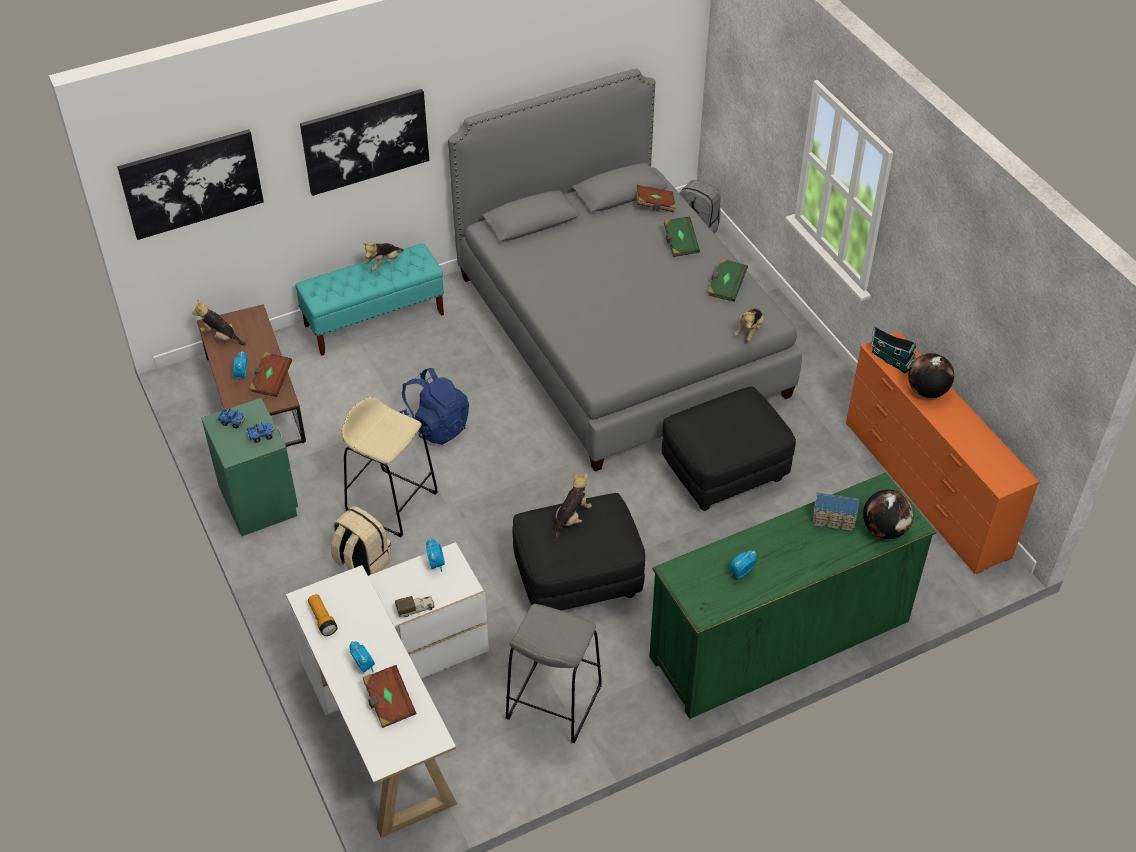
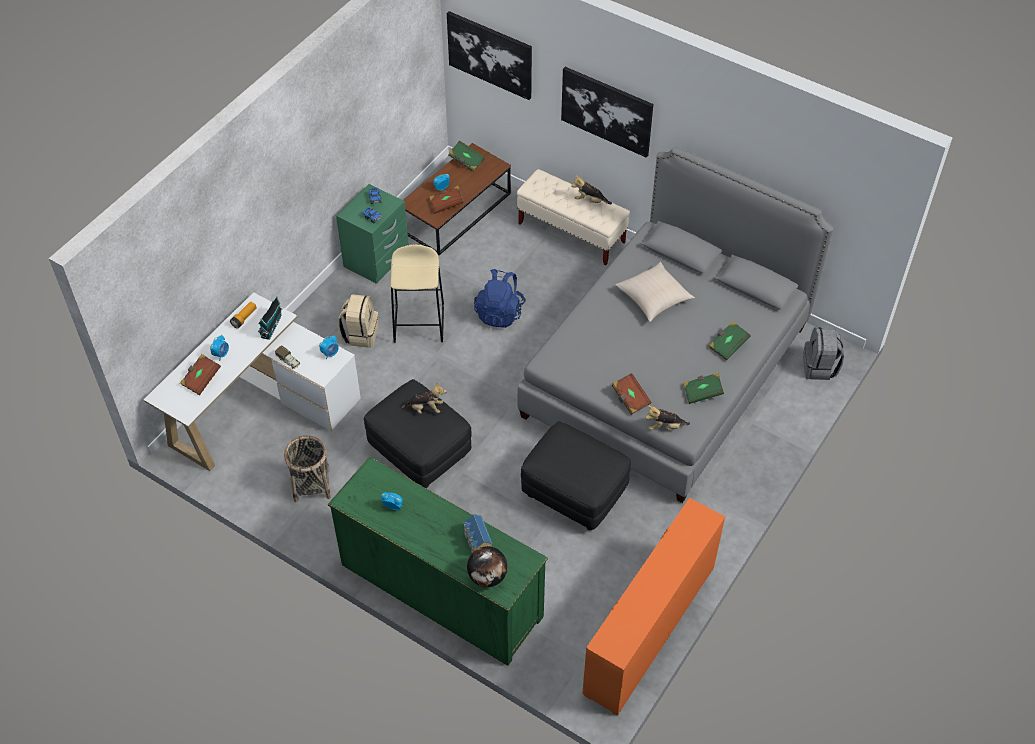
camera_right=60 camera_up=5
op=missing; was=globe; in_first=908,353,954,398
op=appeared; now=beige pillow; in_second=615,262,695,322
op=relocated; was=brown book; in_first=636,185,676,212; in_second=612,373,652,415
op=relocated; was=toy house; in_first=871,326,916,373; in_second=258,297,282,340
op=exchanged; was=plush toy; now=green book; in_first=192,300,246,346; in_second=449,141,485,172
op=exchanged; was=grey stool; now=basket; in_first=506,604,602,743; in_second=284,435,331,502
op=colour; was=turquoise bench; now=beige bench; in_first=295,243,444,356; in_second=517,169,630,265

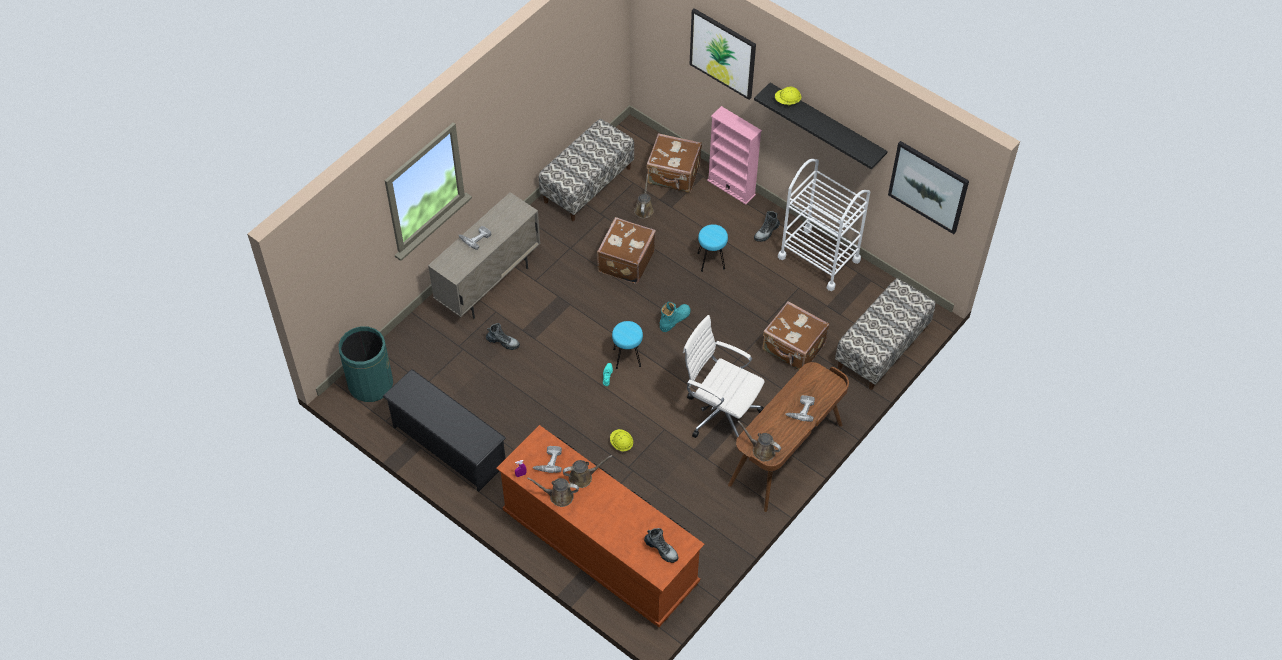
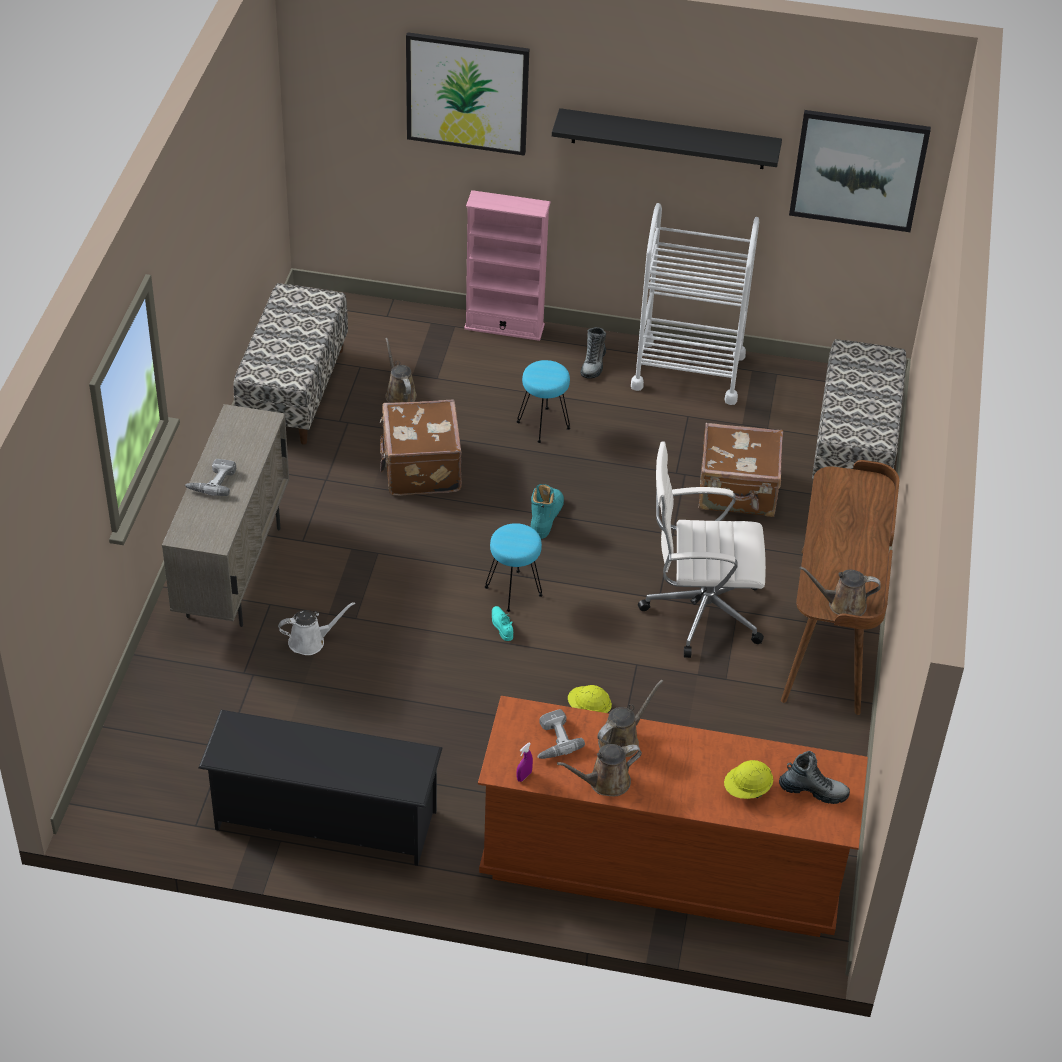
camera_right=-30 camera_up=-10
op=missing; was=green trash can; in_first=338,326,393,402
op=missing; was=brown suitcase; in_first=646,133,702,193
op=missing; was=power drill; in_first=786,395,815,422
op=relocated; was=yellow hard hat; in_first=775,87,802,106; in_second=724,760,773,799
op=exchanged; was=boot; now=white watering can; in_first=486,323,520,350; in_second=278,602,355,655

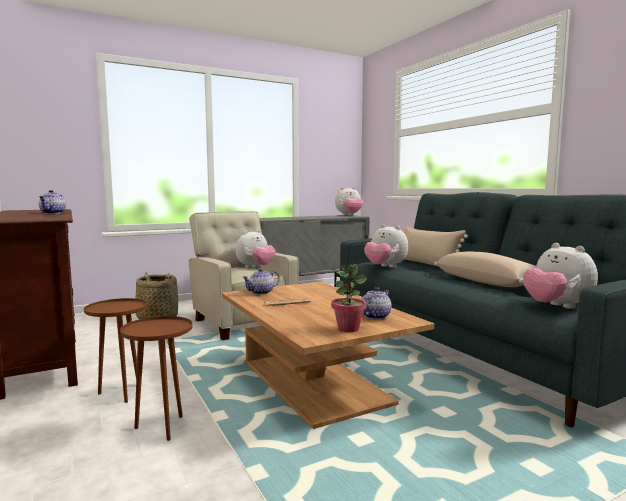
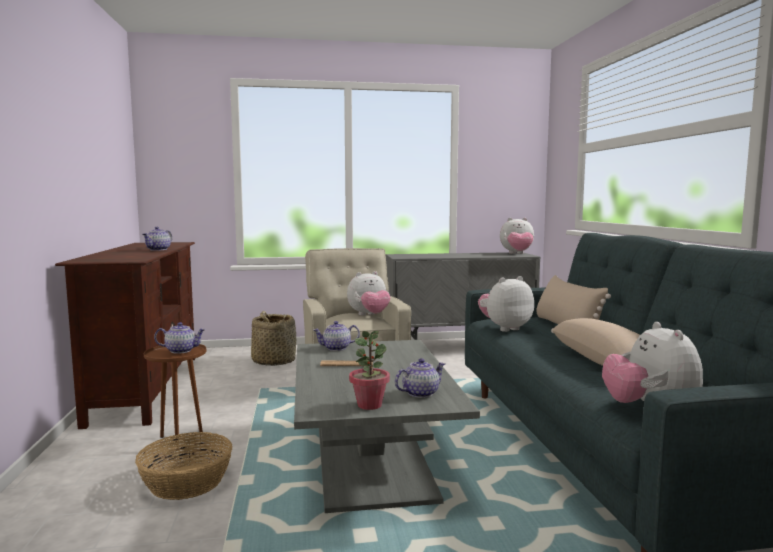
camera_right=20 camera_up=0
op=appeared; now=teapot; in_second=154,322,206,354
op=exchanged; was=brown side table; now=basket; in_first=120,316,193,441; in_second=135,432,233,500
op=colour; was=brown coffee table; now=grey coffee table; in_first=222,281,434,429; in_second=294,340,480,513
op=spun; was=plush toy; in_first=364,225,408,268; in_second=478,276,534,332; clockwise=90

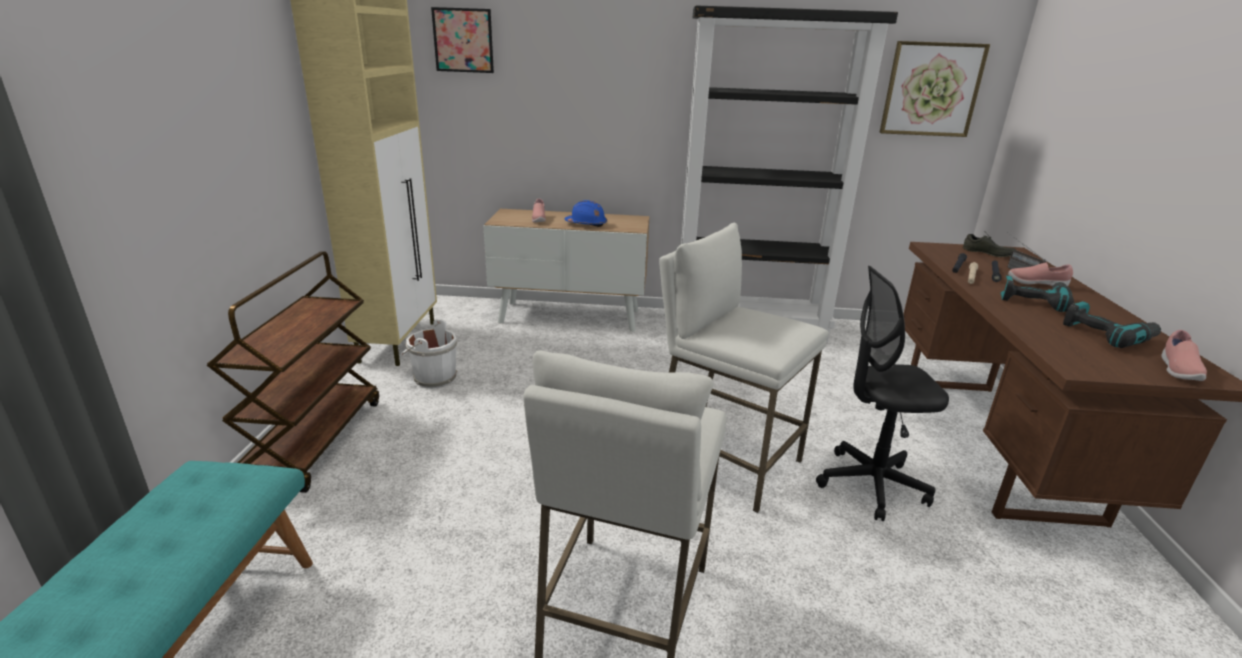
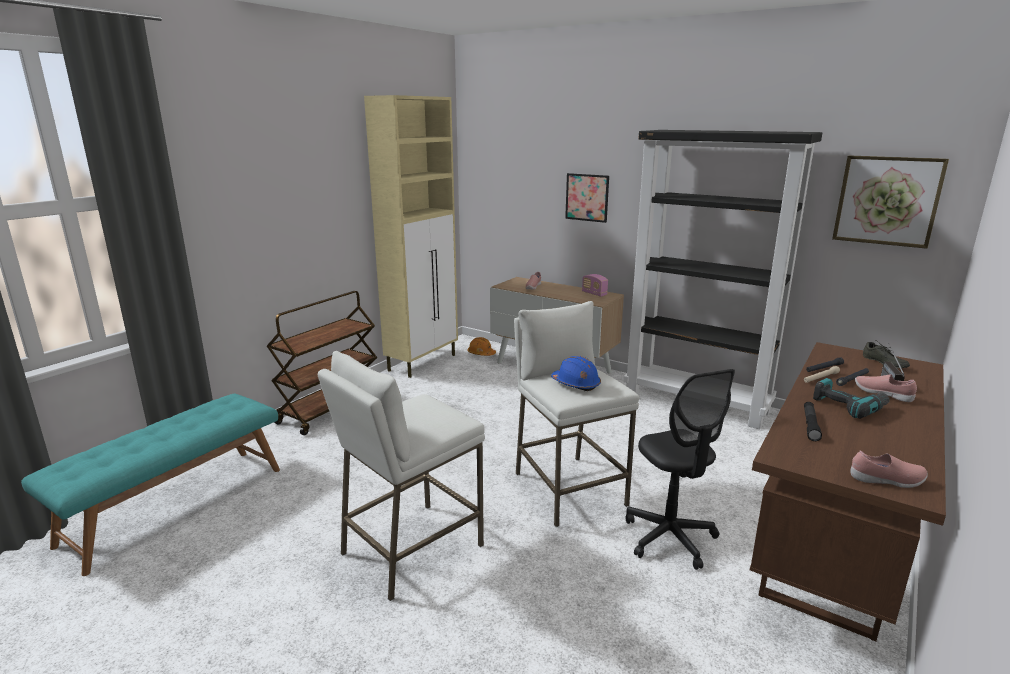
camera_right=30 camera_up=-5
op=missing; was=white bucket; in_first=401,319,458,388
op=missing; was=power drill; in_first=1063,301,1161,348
op=appeared; now=orange hard hat; in_second=467,337,496,356
op=appeared; now=radio; in_second=582,274,608,297
op=appeared; now=black flashlight; in_second=804,402,822,441
op=relocated; was=picture; in_first=431,7,494,73; in_second=565,173,609,223
op=relocated; was=blue hard hat; in_first=565,200,607,227; in_second=551,356,601,391
op=spun; was=black office chair; in_first=816,266,949,521; in_second=626,369,735,570; clockwise=-135
op=spun; was=pink shoe; in_first=1161,330,1207,381; in_second=850,450,928,488; clockwise=-135

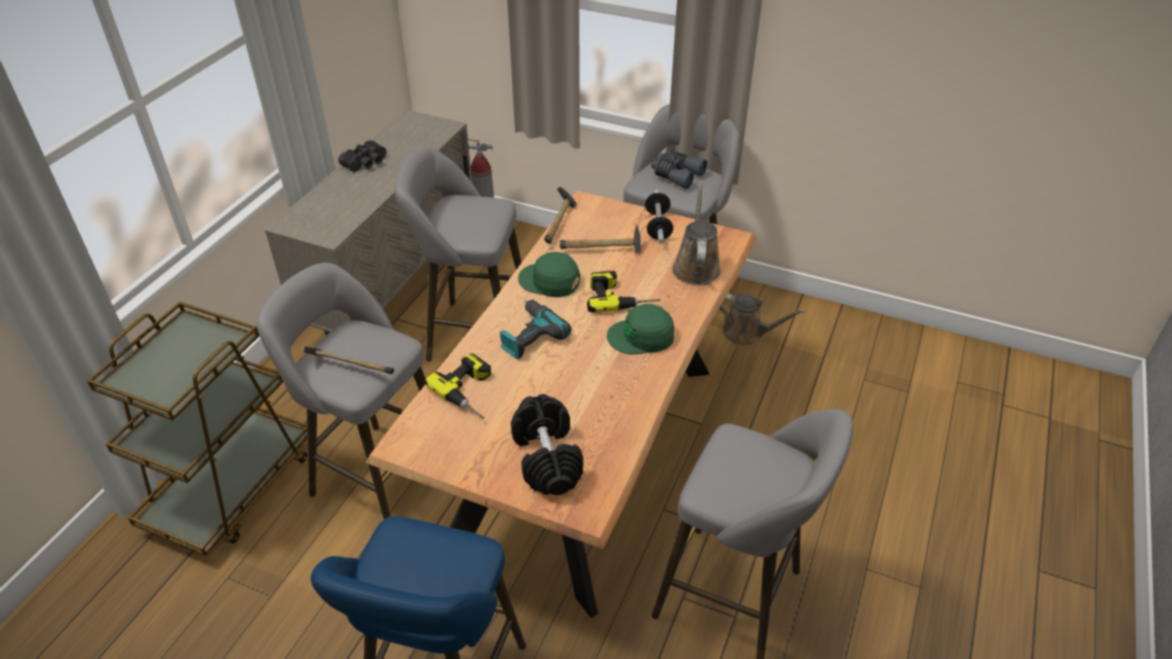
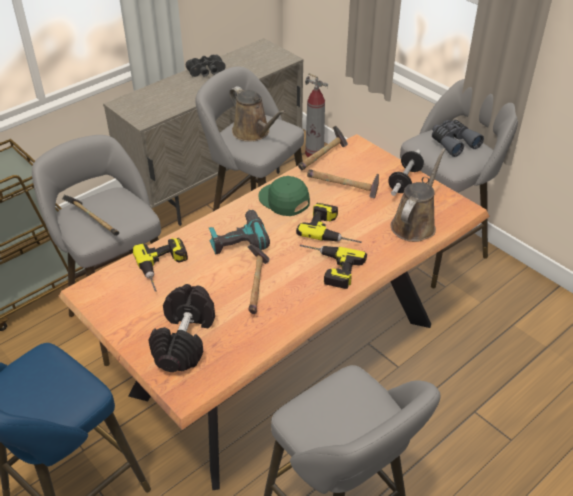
camera_right=25 camera_up=0
op=appeared; now=hammer; in_second=247,244,269,314
op=relocated; was=brown watering can; in_first=719,294,806,346; in_second=230,86,285,142
op=exchanged; was=green cap; now=power drill; in_first=607,304,674,355; in_second=300,245,367,289

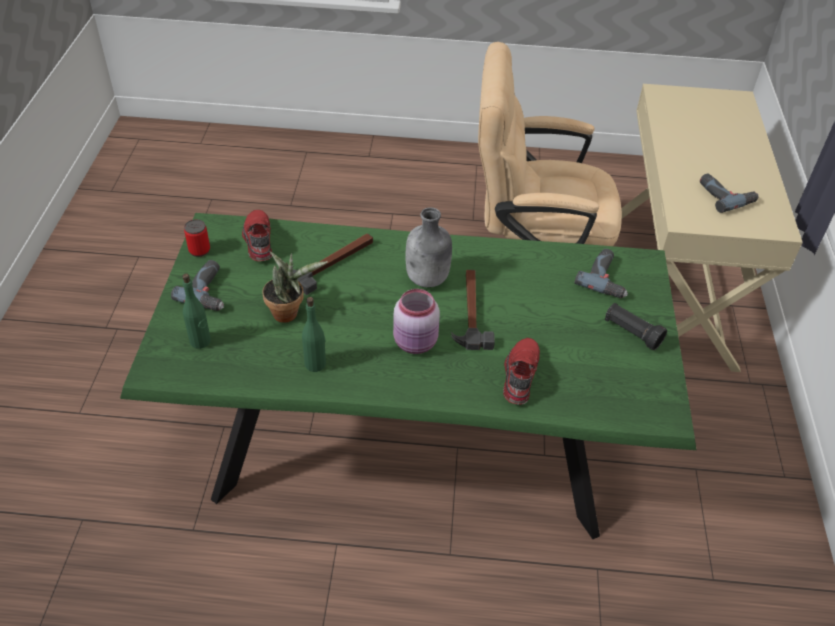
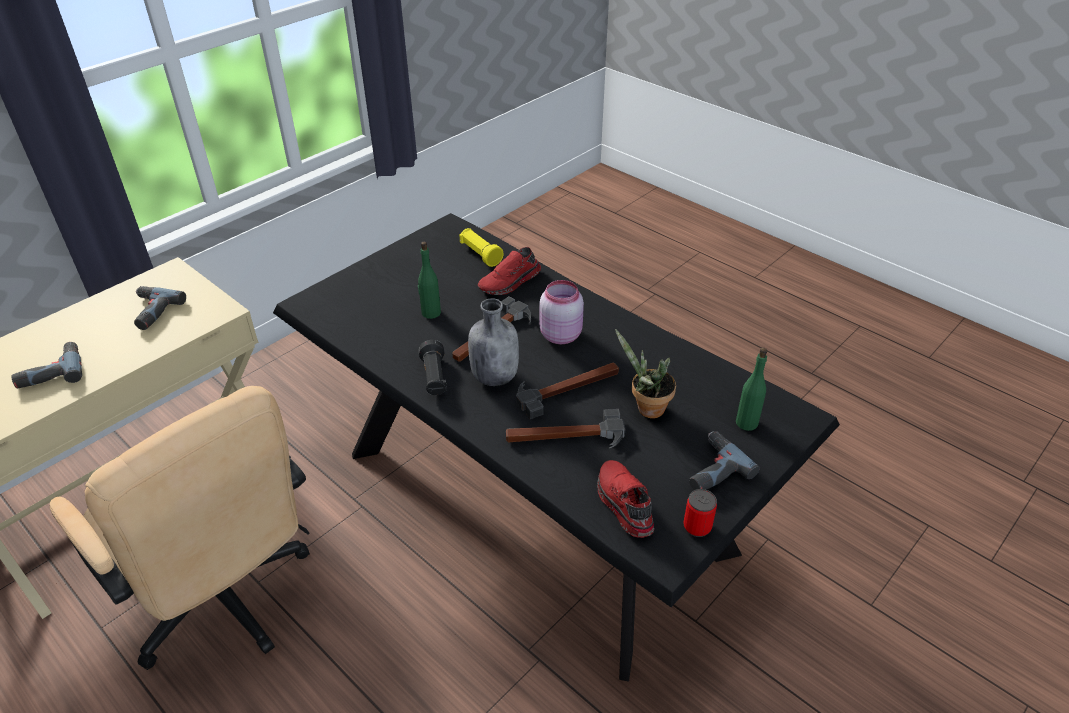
camera_right=-140 camera_up=-5
op=appeared; now=yellow flashlight; in_second=459,228,503,267
op=appeared; now=hammer; in_second=516,363,619,419
op=relocated; was=green bottle; in_first=302,297,326,372; in_second=418,242,441,319
op=relocated; was=power drill; in_first=575,249,628,298; in_second=11,342,82,389
op=relocated; was=black flashlight; in_first=605,303,667,350; in_second=419,340,447,395
op=colour; was=green dining table; now=black dining table; in_first=120,213,697,539; in_second=273,213,840,682
op=spun; was=red shoe; in_first=242,210,272,261; in_second=597,460,654,538; clockwise=135

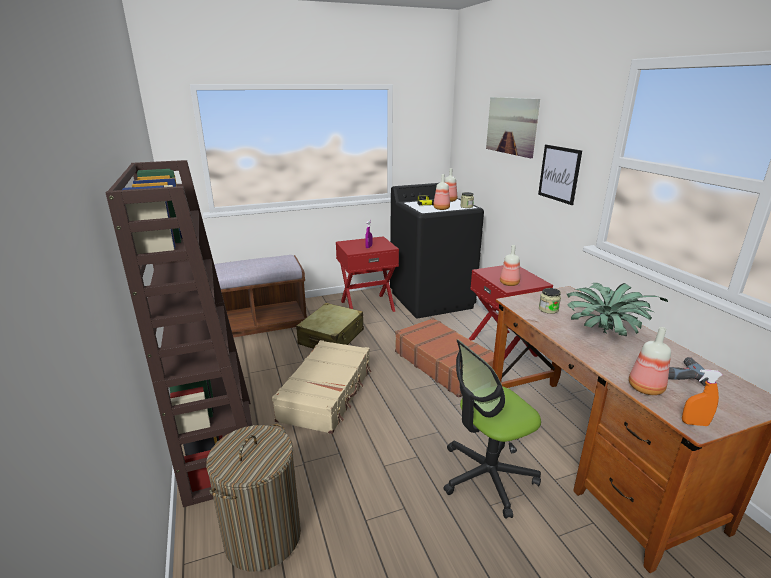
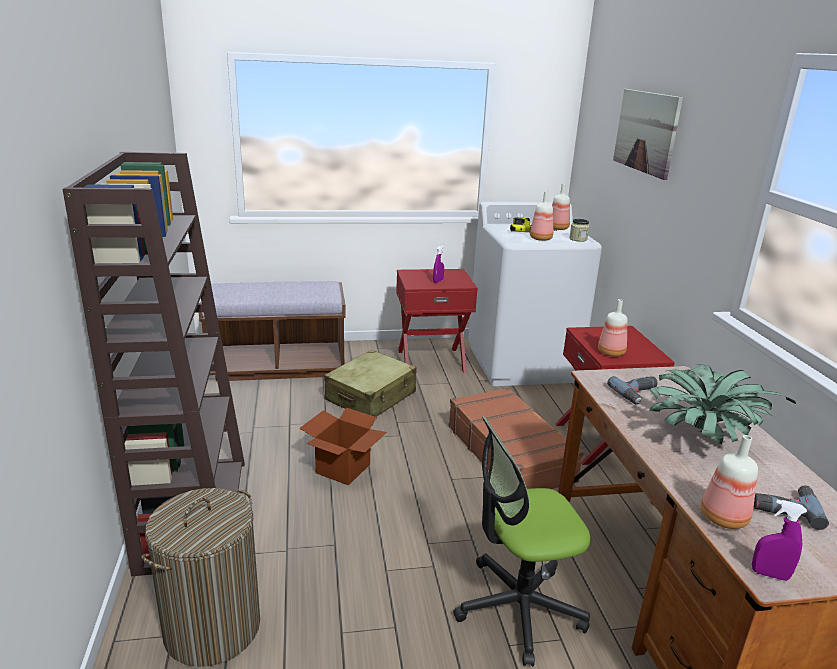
camera_right=10 camera_up=0
op=missing; was=picture; in_first=538,145,582,205
op=exchanged; was=beige suitcase; now=cardboard box; in_first=272,340,372,434; in_second=299,408,387,486
op=exchanged; was=jar; now=power drill; in_first=539,288,561,314; in_second=607,376,658,404
op=colour; was=black washing machine; now=white washing machine; in_first=390,183,484,318; in_second=468,202,602,386
op=colour; was=orange spray bottle; now=purple spray bottle; in_first=682,369,722,426; in_second=752,500,807,581

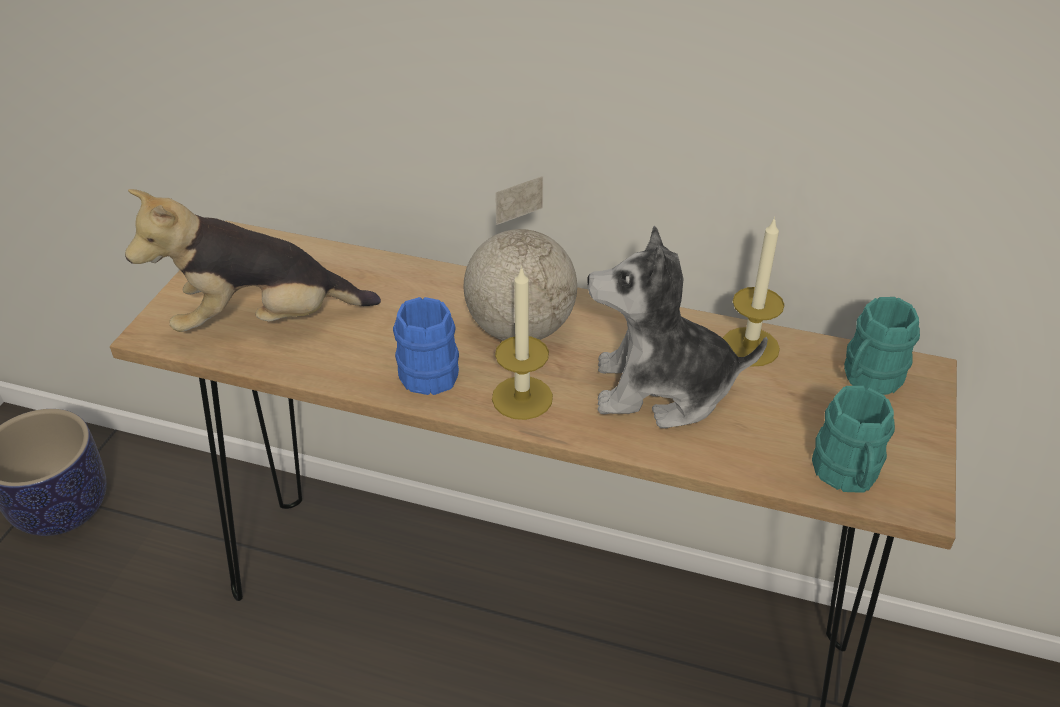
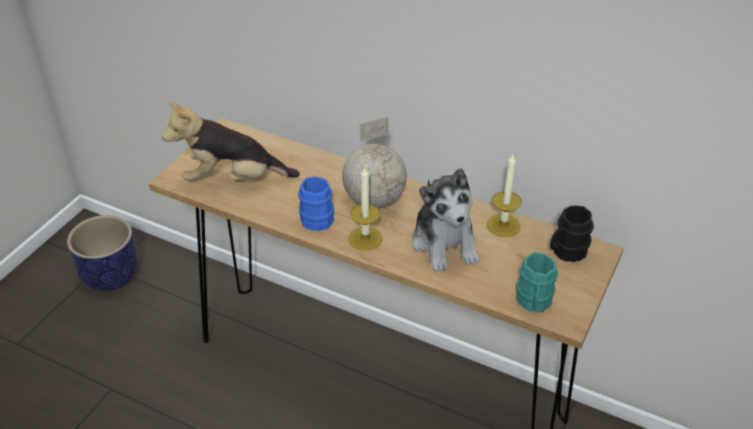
camera_right=10 camera_up=0
op=colour; was=turquoise mug; now=black mug; in_first=844,297,920,395; in_second=550,205,594,262
op=spun; was=plush toy; in_first=587,226,768,428; in_second=412,168,479,272; clockwise=-120

